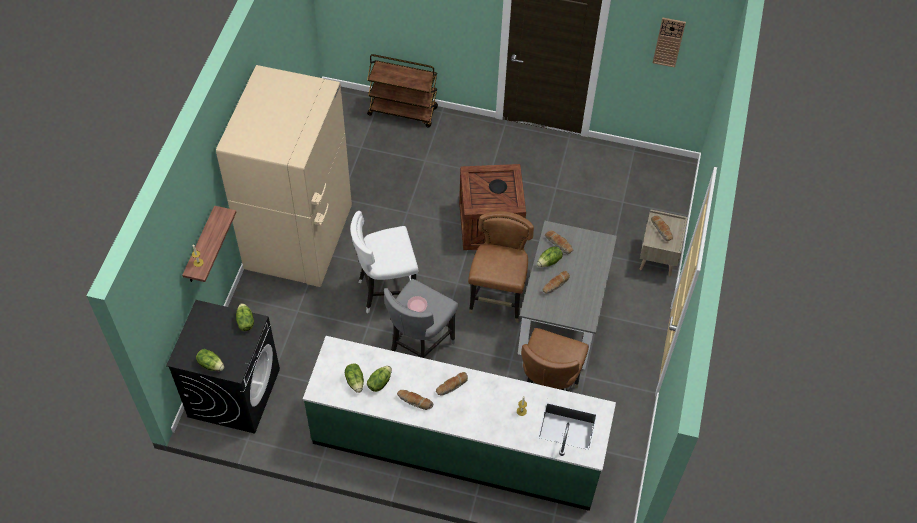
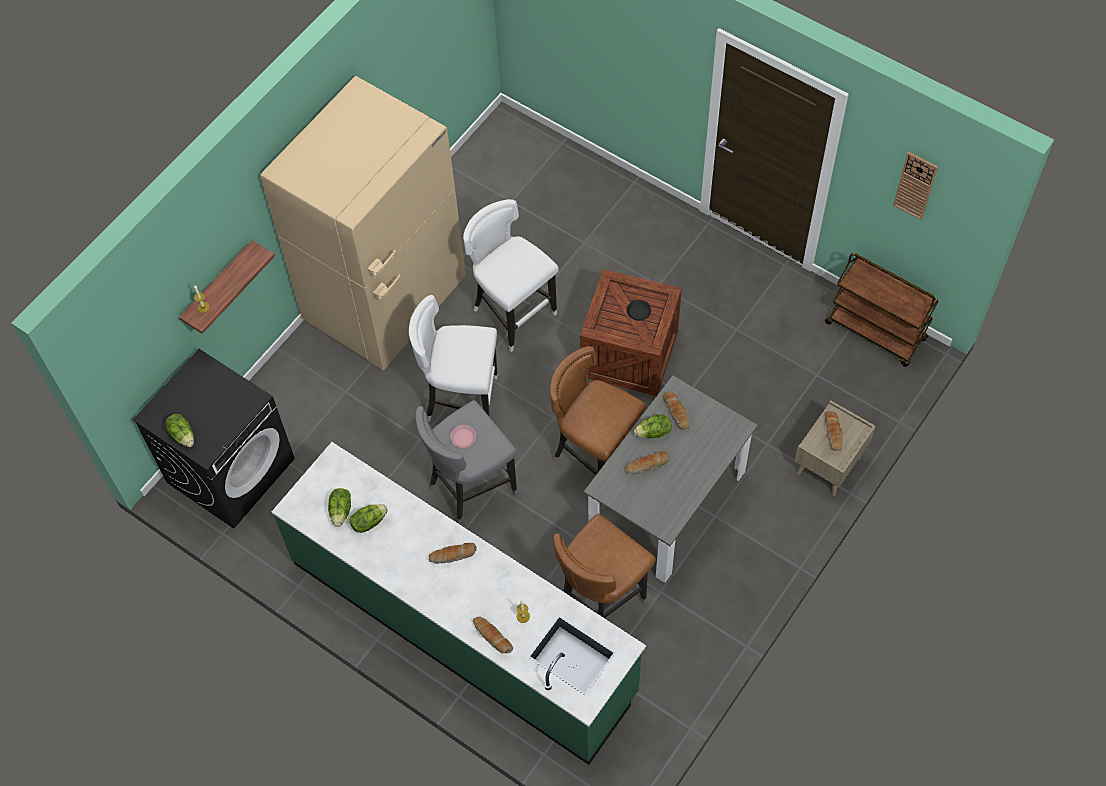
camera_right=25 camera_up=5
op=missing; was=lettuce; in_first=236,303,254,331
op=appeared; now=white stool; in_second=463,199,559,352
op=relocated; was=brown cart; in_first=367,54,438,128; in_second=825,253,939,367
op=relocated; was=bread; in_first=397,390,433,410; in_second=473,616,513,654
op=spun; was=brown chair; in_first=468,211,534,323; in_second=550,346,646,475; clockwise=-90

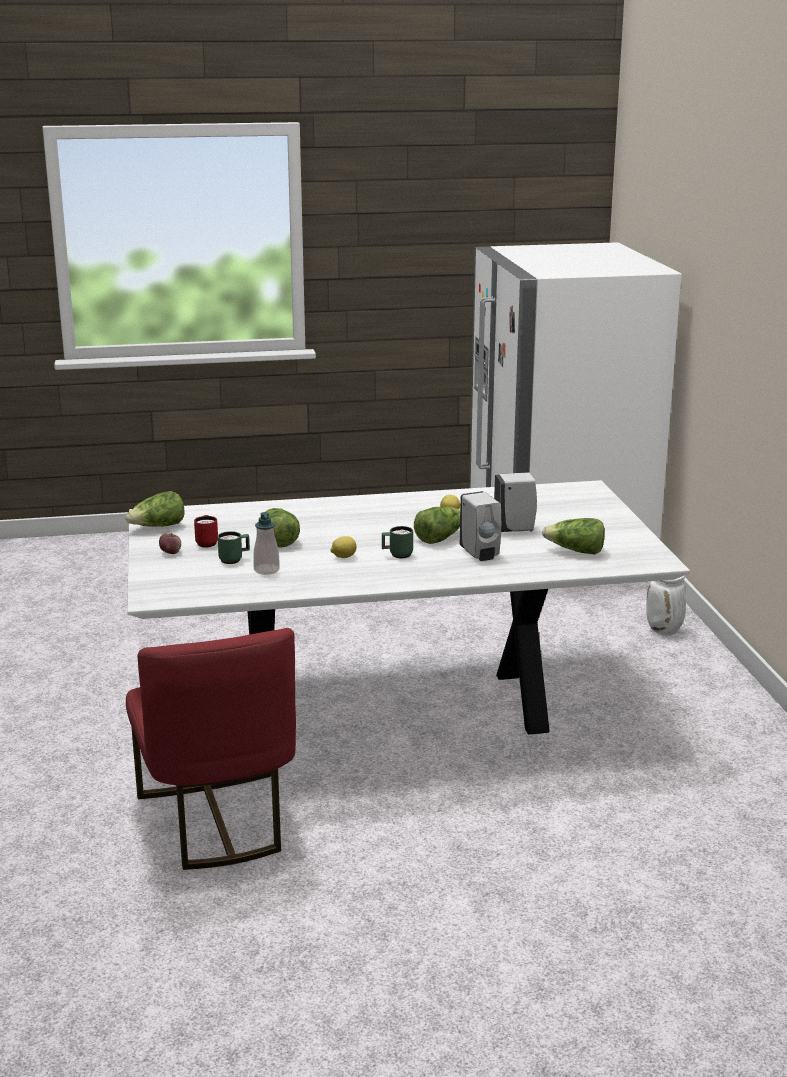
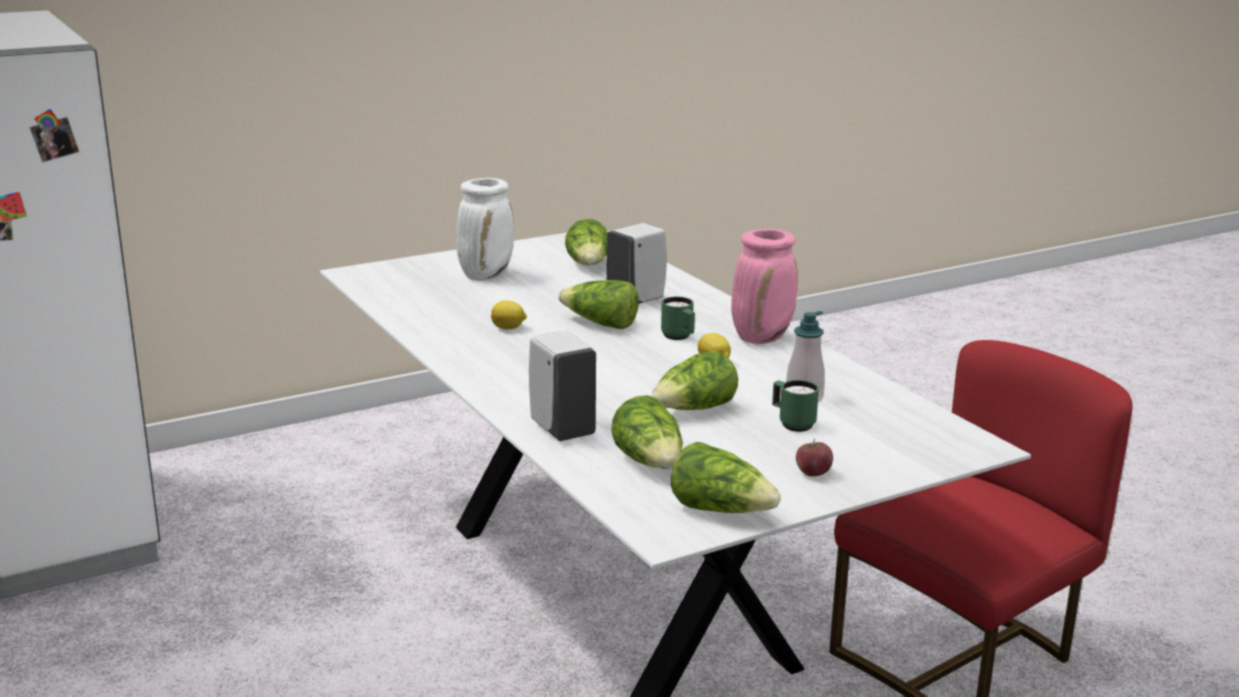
camera_right=-110 camera_up=0
op=missing; was=red mug; in_first=194,515,218,548
op=appeared; now=lettuce; in_second=612,395,683,469
op=appeared; now=pink vase; in_second=731,229,798,344
op=relocated; was=white soap dispenser; in_first=494,472,537,532; in_second=529,331,596,441
op=relocated; was=white vase; in_first=646,575,686,636; in_second=457,178,514,281

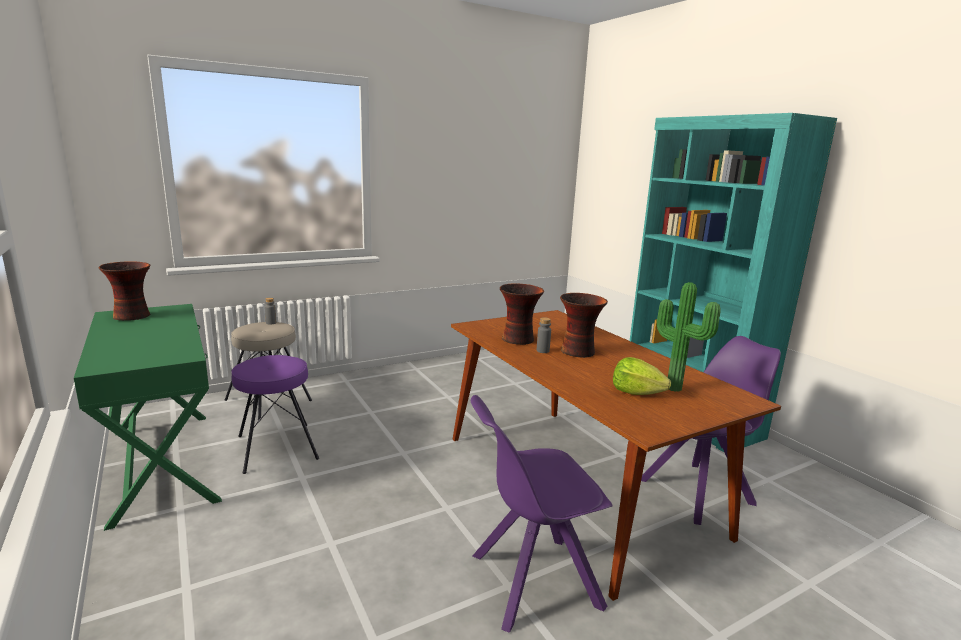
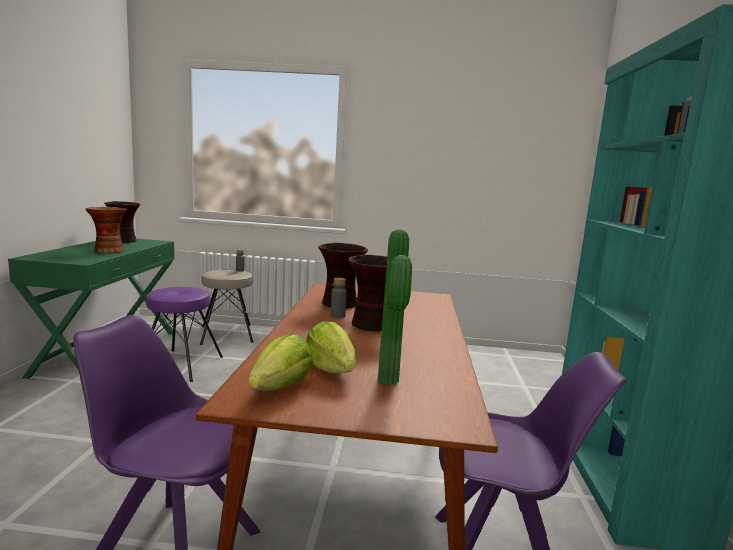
camera_right=35 camera_up=-5
op=appeared; now=vase; in_second=86,207,127,254
op=appeared; now=lettuce; in_second=248,334,313,391

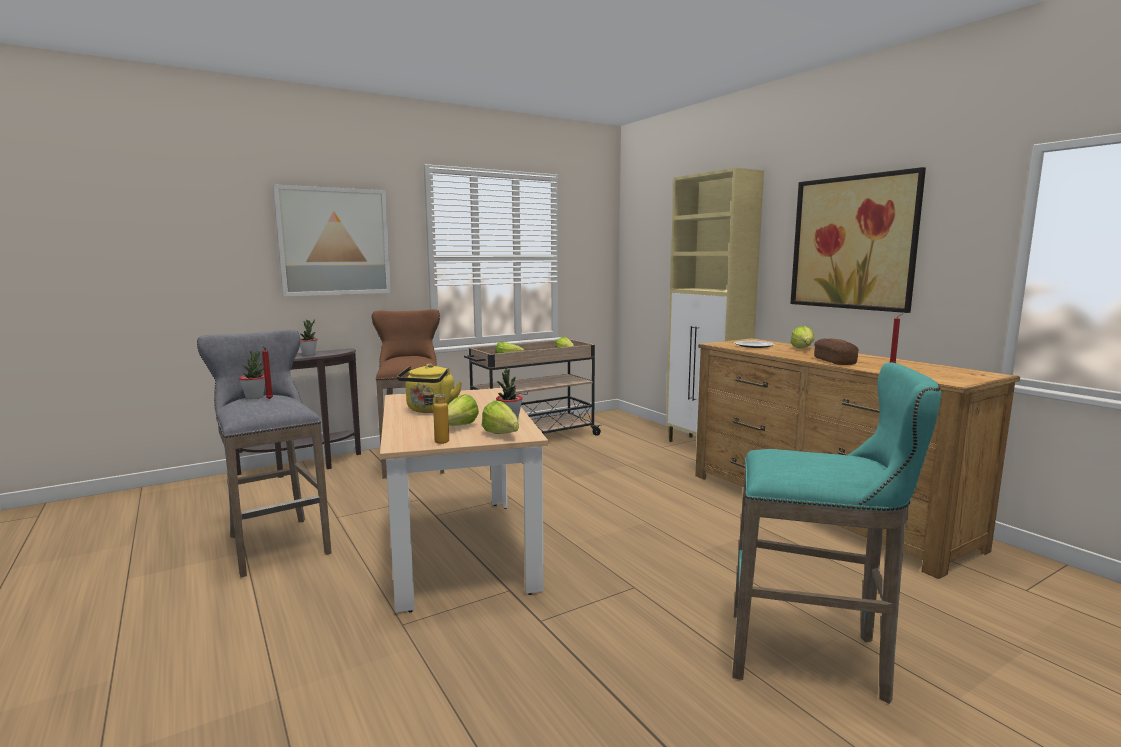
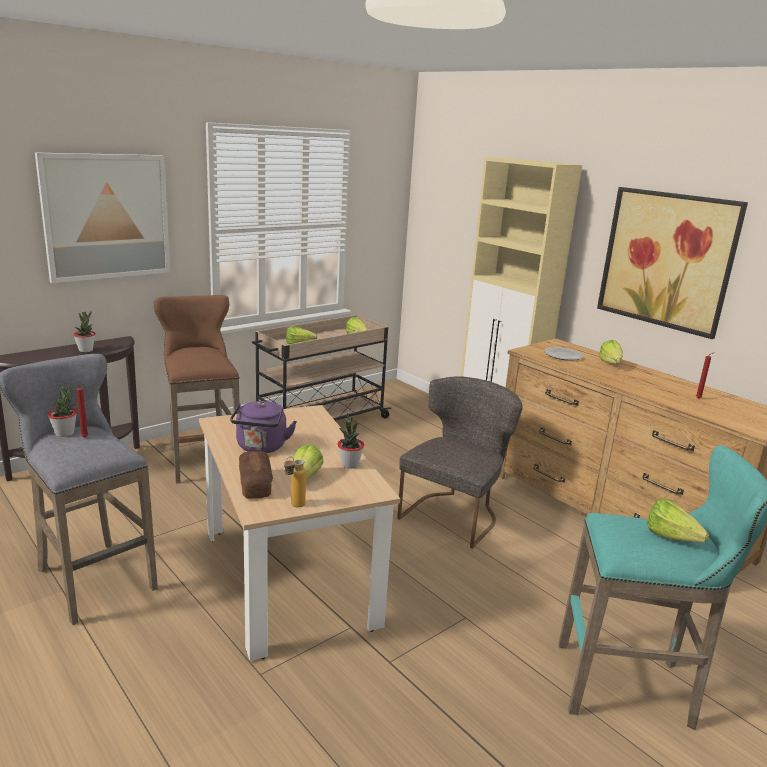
camera_right=-10 camera_up=10
op=appeared; now=grey chair; in_second=397,376,523,549
op=relocated; was=lettuce; in_first=482,401,519,434; in_second=647,499,709,543
op=relocated; was=bread; in_first=814,339,859,365; in_second=239,451,273,499
op=colour; was=yellow kettle; now=purple kettle; in_first=397,364,462,413; in_second=230,401,297,453

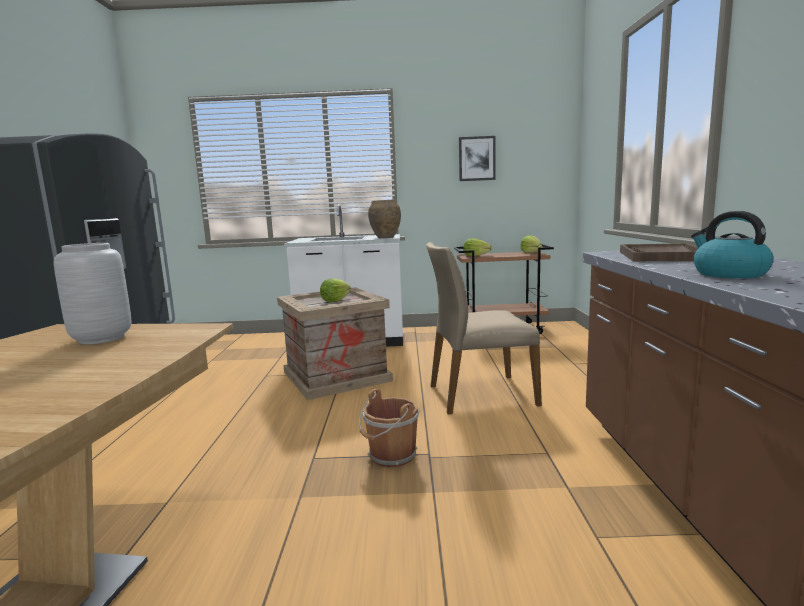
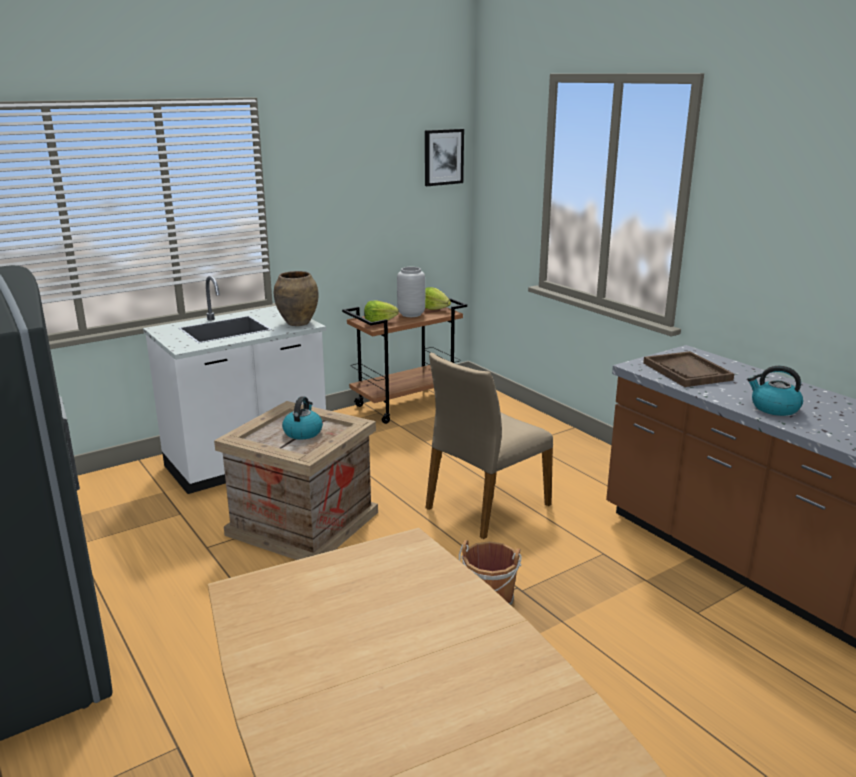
camera_right=-35 camera_up=10
op=relocated; was=grey vase; in_first=54,243,132,344; in_second=397,267,425,317
op=relocated; was=picture; in_first=459,136,496,181; in_second=425,129,464,186
op=exchanged; was=lettuce; now=kettle; in_first=320,278,351,302; in_second=282,396,323,440

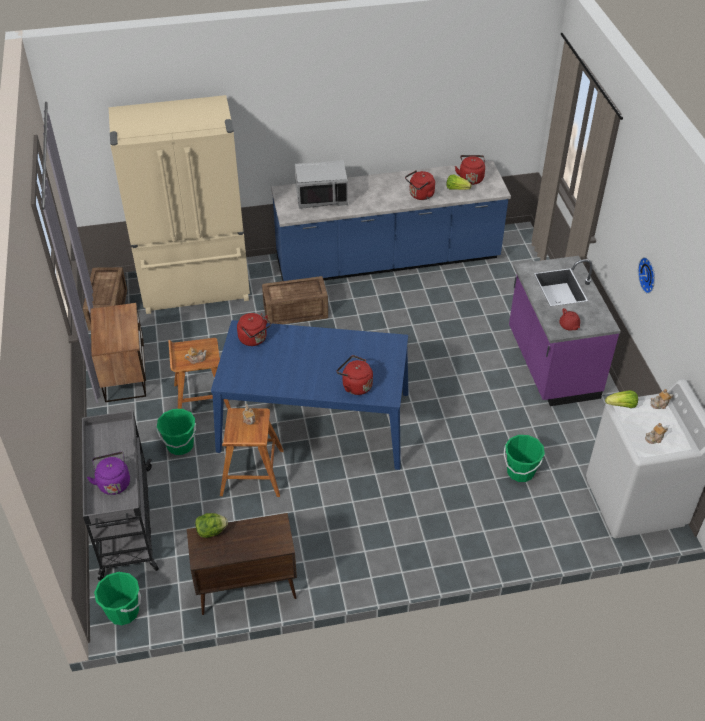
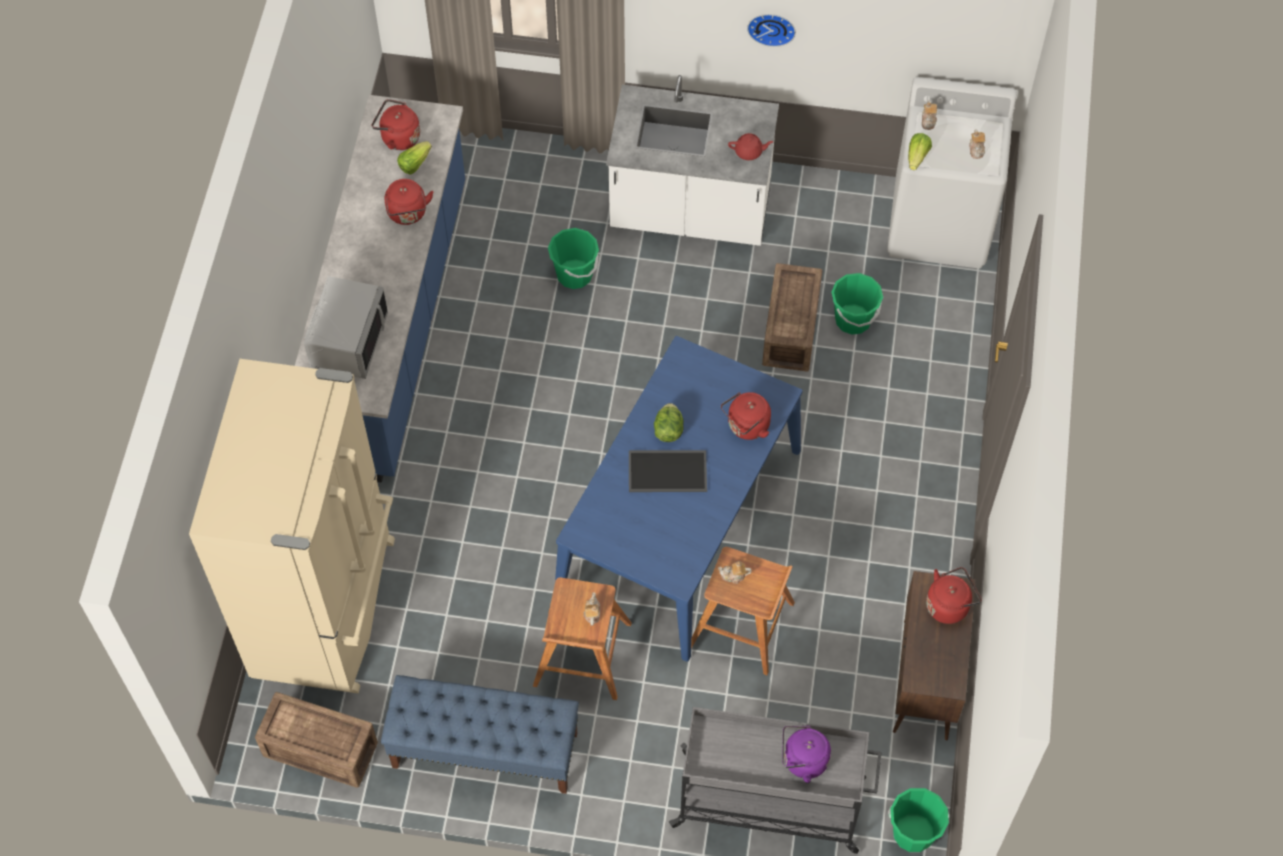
camera_right=-70 camera_up=15
op=appeared; now=tray; in_second=629,450,707,492
op=relocated; was=green bucket; in_first=156,409,196,455; in_second=548,228,599,289
op=relocated; was=lettuce; in_first=195,513,228,538; in_second=654,403,684,442
op=relocated; was=red kettle; in_first=237,313,271,346; in_second=926,567,982,624
op=relocated; was=crate; in_first=262,276,328,324; in_second=762,263,822,372
op=exchanged; was=nightstand; now=blue bench; in_first=90,303,146,402; in_second=381,675,579,794
op=colour; was=purple counter; now=white counter; in_first=509,256,621,406; in_second=606,75,779,246

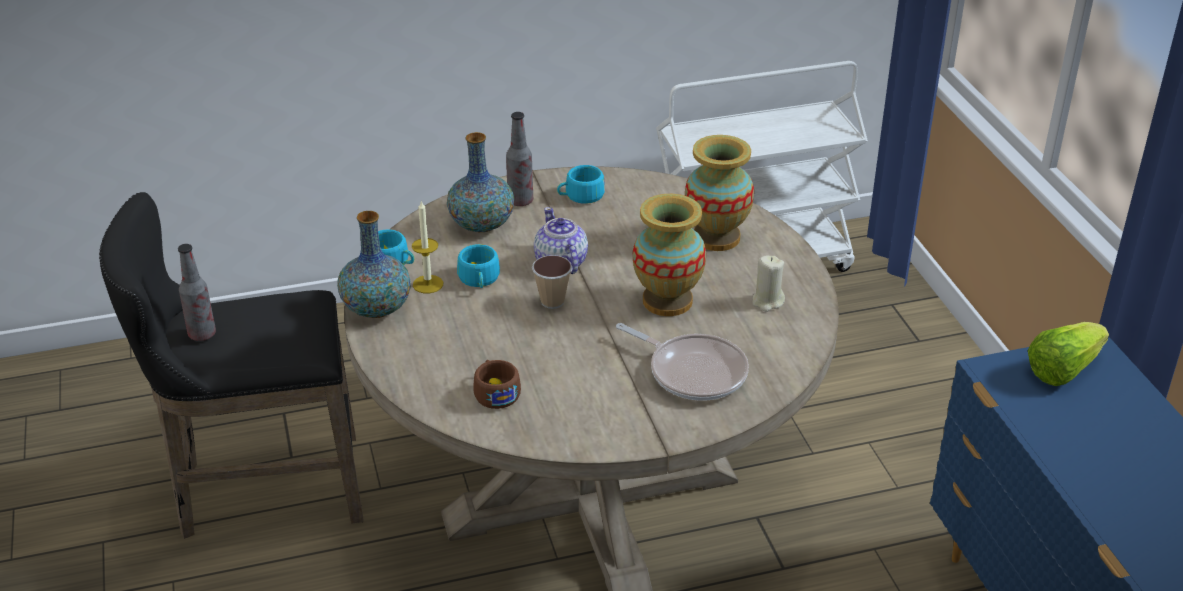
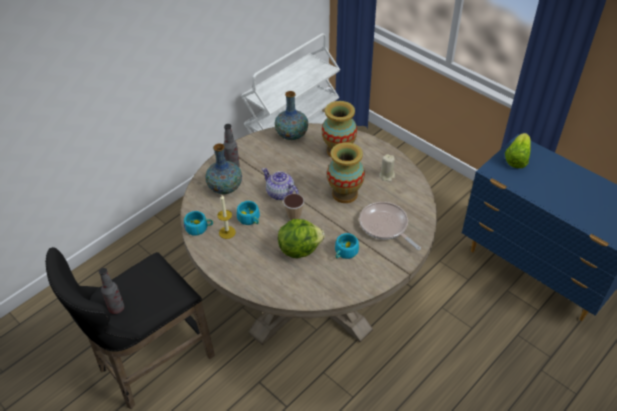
camera_right=-30 camera_up=10
op=missing; was=brown cup; in_first=473,360,521,409
op=appeared; now=lettuce; in_second=278,219,325,258
op=relocated; was=vase; in_first=337,211,411,318; in_second=274,91,308,140
op=relocated; was=turquoise cup; in_first=557,165,605,204; in_second=335,233,359,259
op=spun; was=frying pan; in_first=616,323,749,401; in_second=359,202,421,250; clockwise=-135

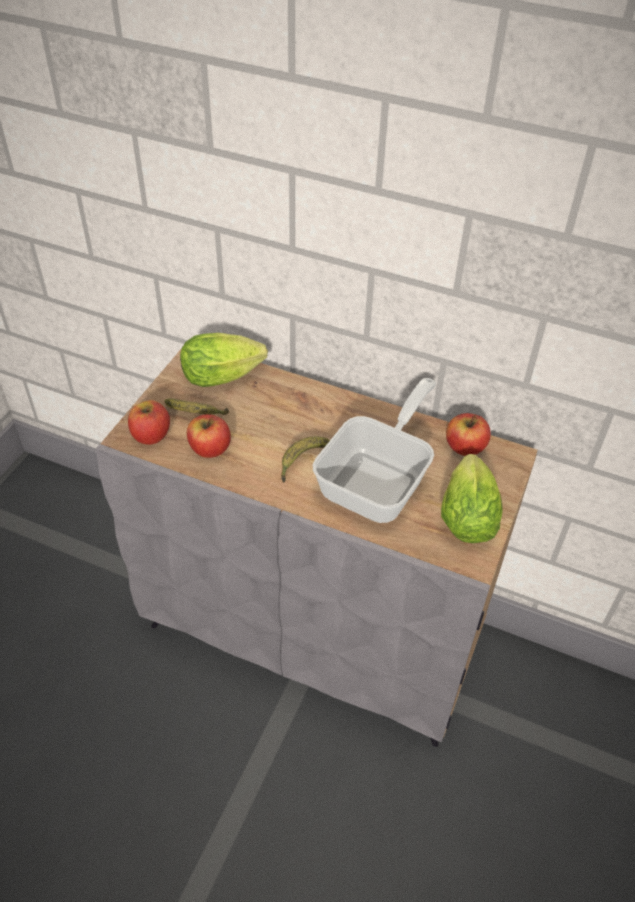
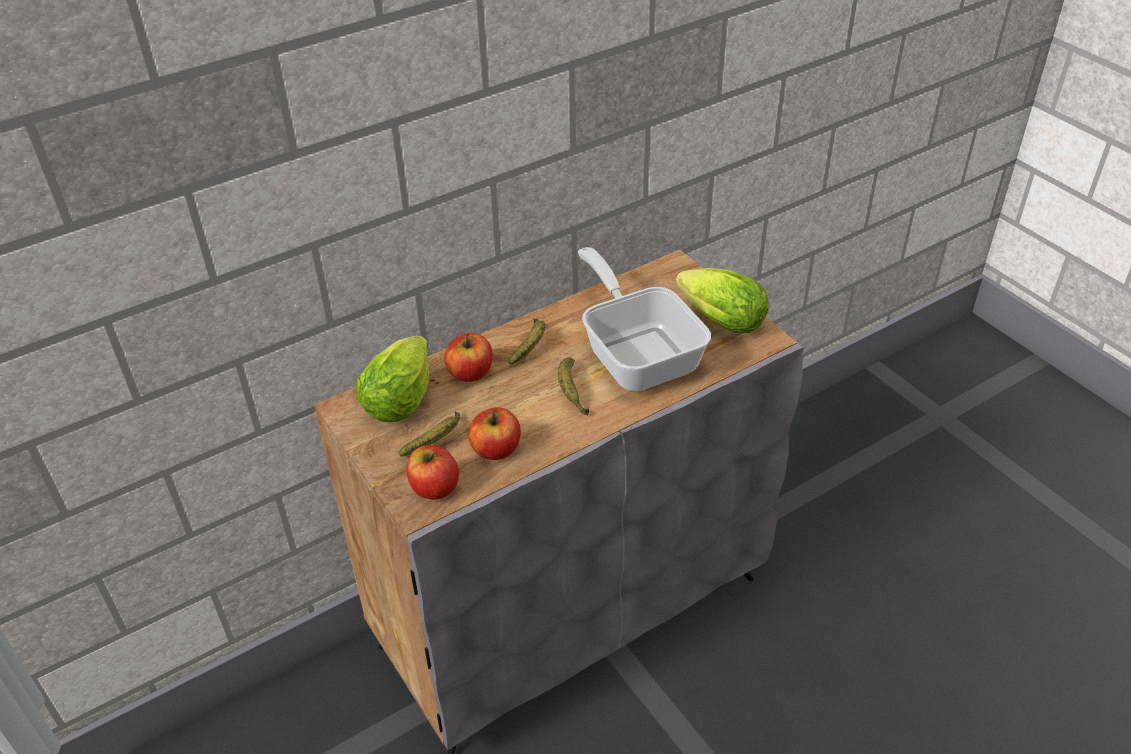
camera_right=-55 camera_up=-5
op=appeared; now=banana; in_second=508,318,545,365
op=relocated; was=apple; in_first=446,413,491,456; in_second=445,333,493,382

